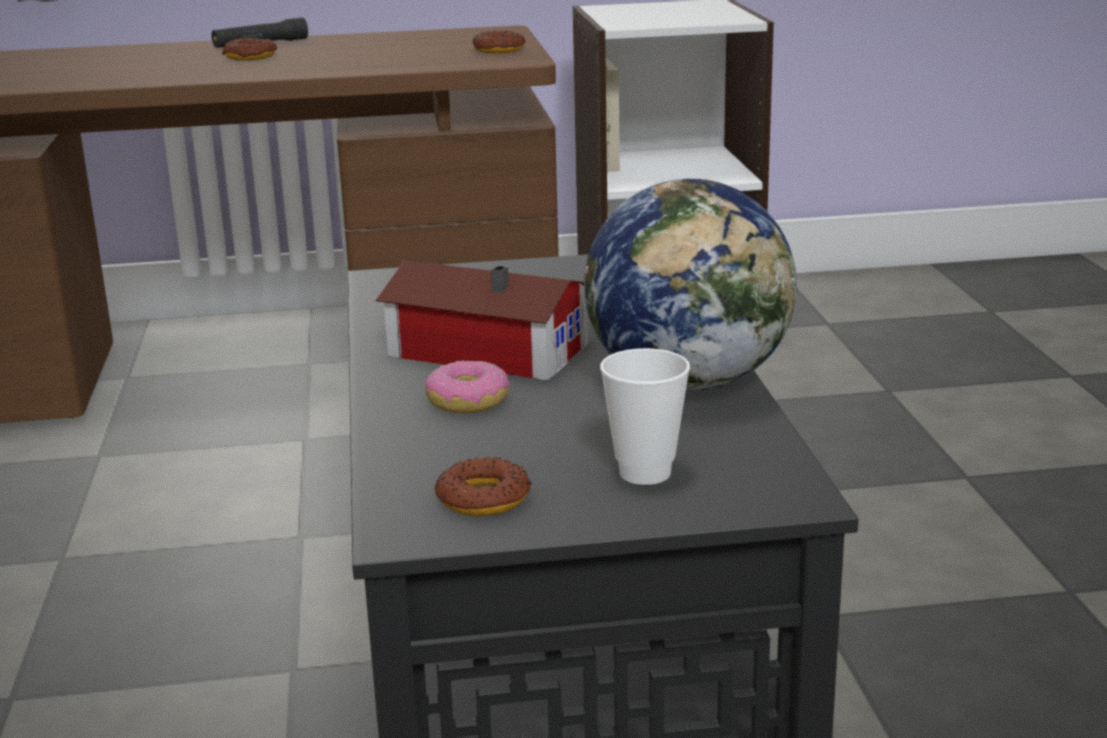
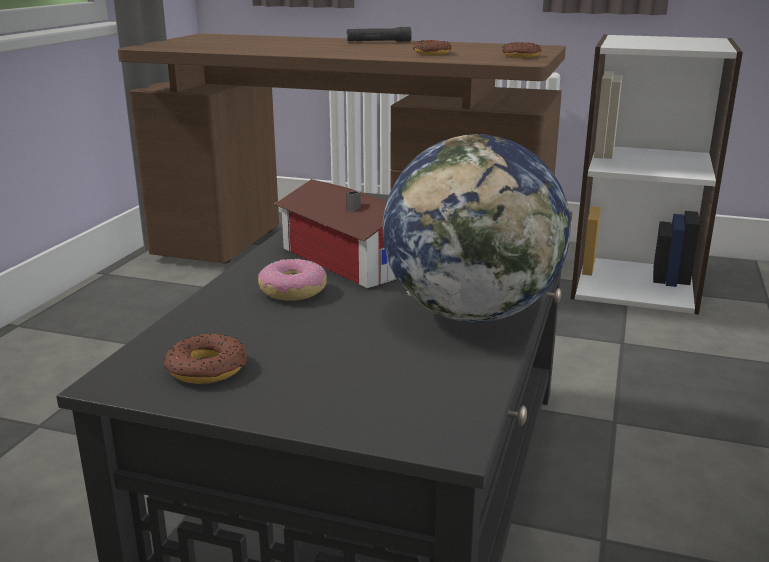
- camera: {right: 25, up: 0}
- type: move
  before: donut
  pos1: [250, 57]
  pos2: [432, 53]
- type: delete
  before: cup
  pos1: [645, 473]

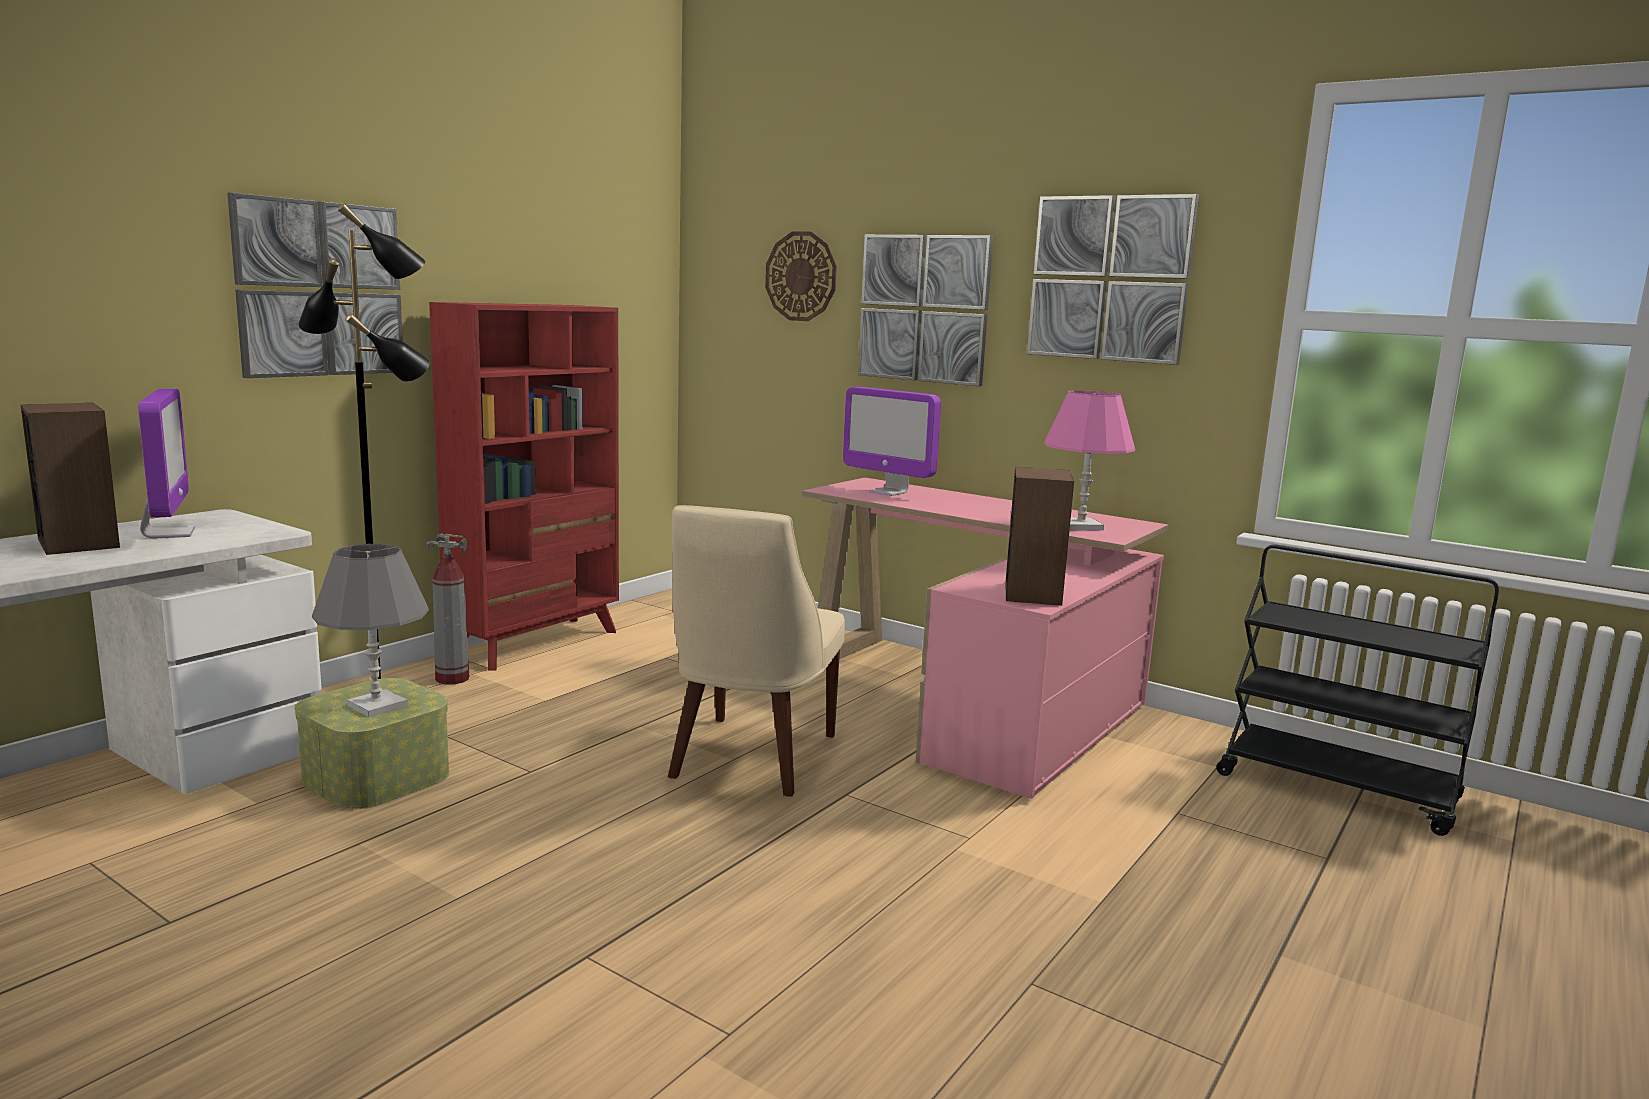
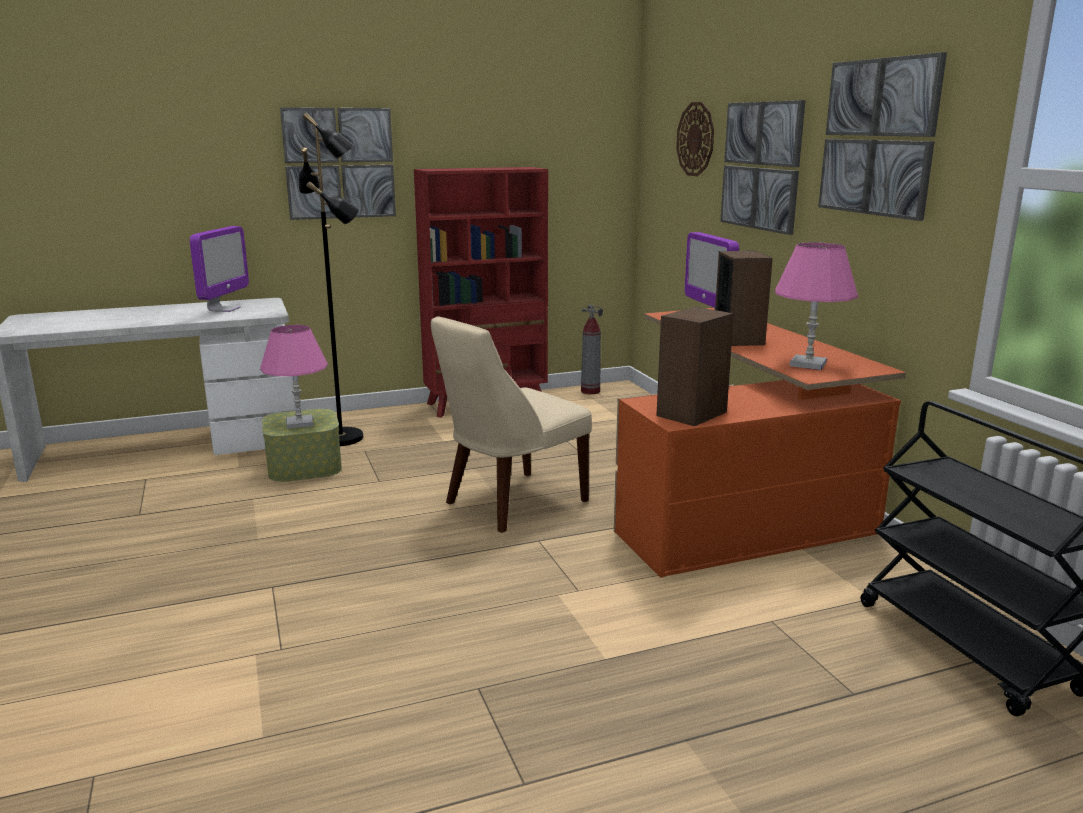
- camera: {right: 35, up: 5}
- type: recolor
  before: grey table lamp
  after: pink table lamp
  pos1: [377, 705]
  pos2: [299, 423]
- type: move
  before: fire extinguisher
  pos1: [452, 679]
  pos2: [590, 391]
- type: recolor
  before: pink desk
  after: orange desk
  pos1: [976, 701]
  pos2: [733, 500]
- type: move
  before: speaker
  pos1: [79, 543]
  pos2: [739, 339]

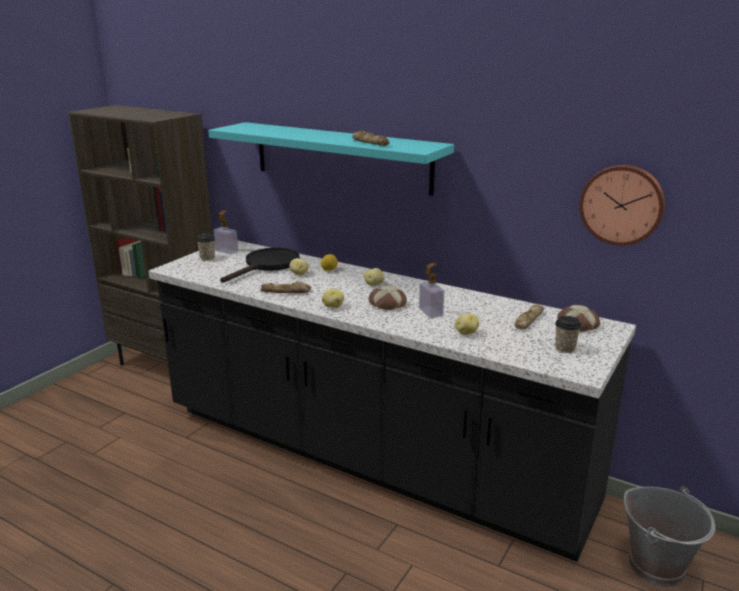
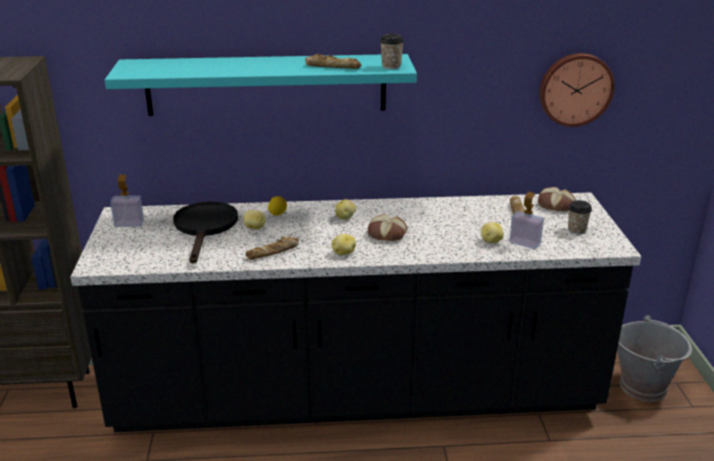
- camera: {right: -35, up: 5}
- type: move
  before: cup
  pos1: [207, 258]
  pos2: [391, 66]
- type: move
  before: soap dispenser
  pos1: [430, 312]
  pos2: [524, 243]

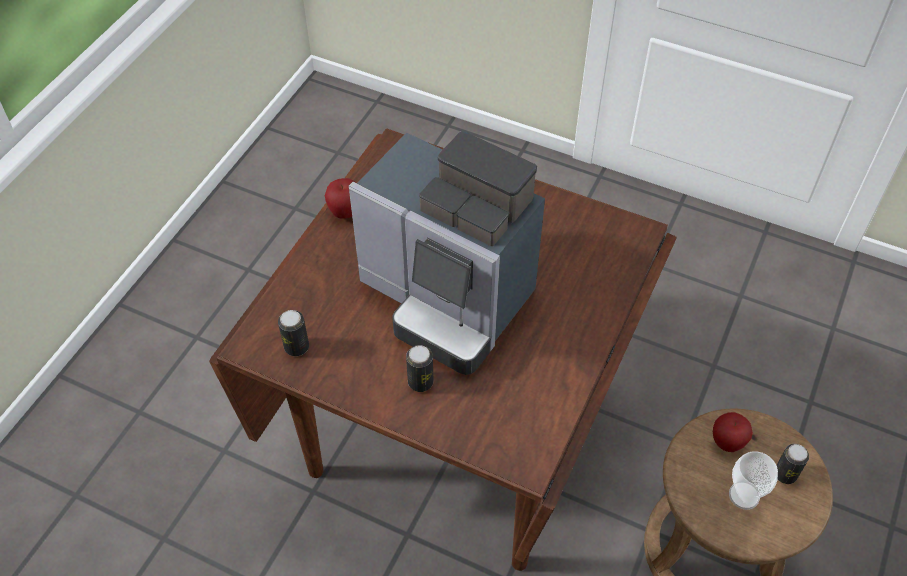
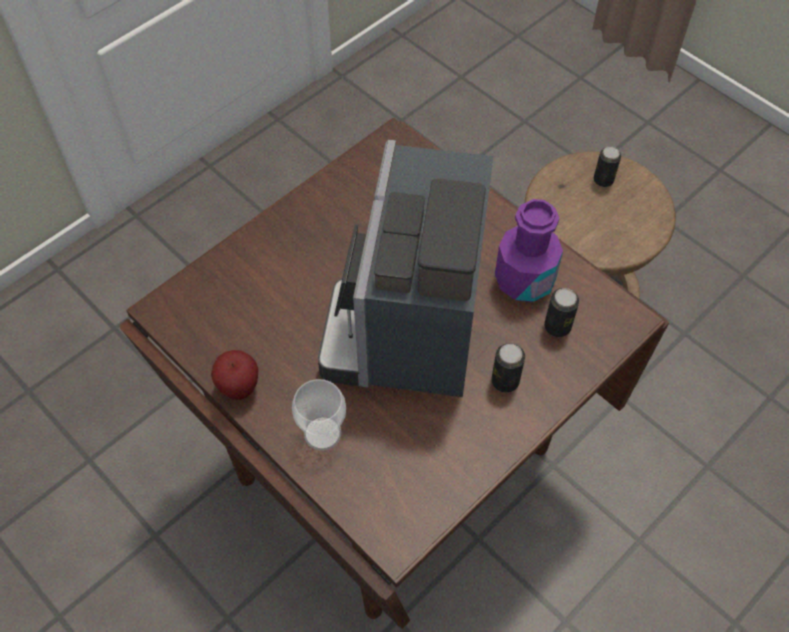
- camera: {right: -70, up: 5}
- type: move
  before: cup
  pos1: [744, 495]
  pos2: [322, 433]
- type: rotate
  before: coffee machine
  pos1: [447, 299]
  pos2: [409, 325]
  turn: 135
- type: insert
  after: purple bottle
  pos2: [524, 280]
- type: move
  before: can
  pos1: [296, 347]
  pos2: [557, 326]
- type: delete
  before: apple
  pos1: [727, 443]

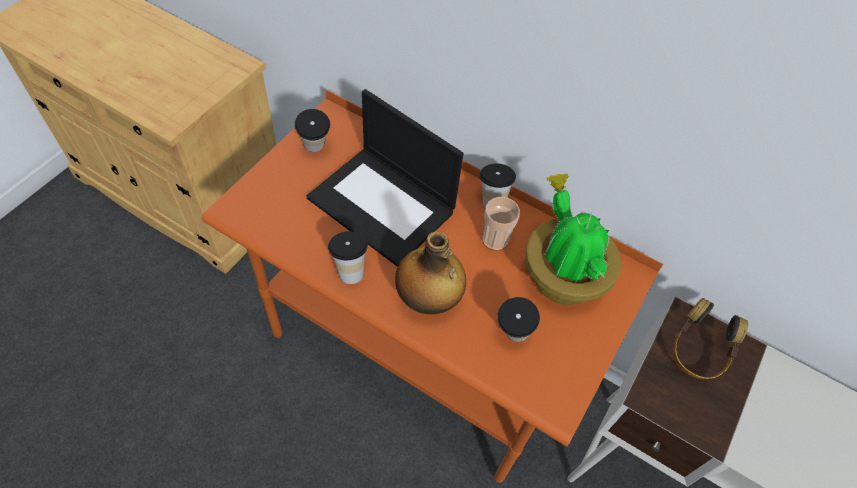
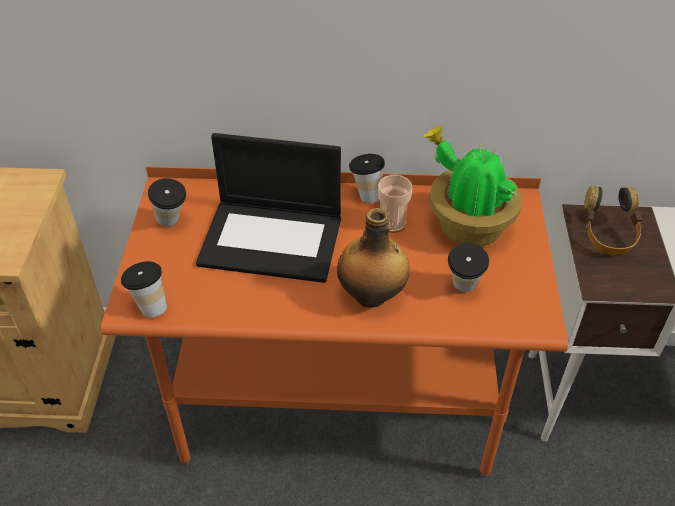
- camera: {right: -25, up: -10}
- type: move
  before: cup
  pos1: [350, 269]
  pos2: [150, 306]

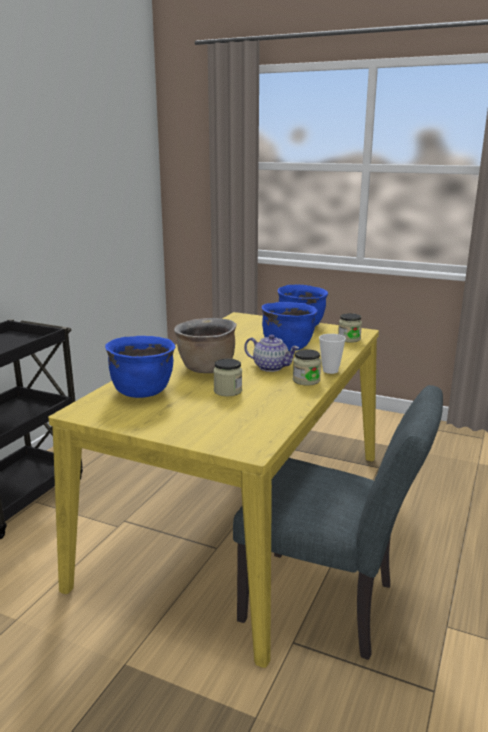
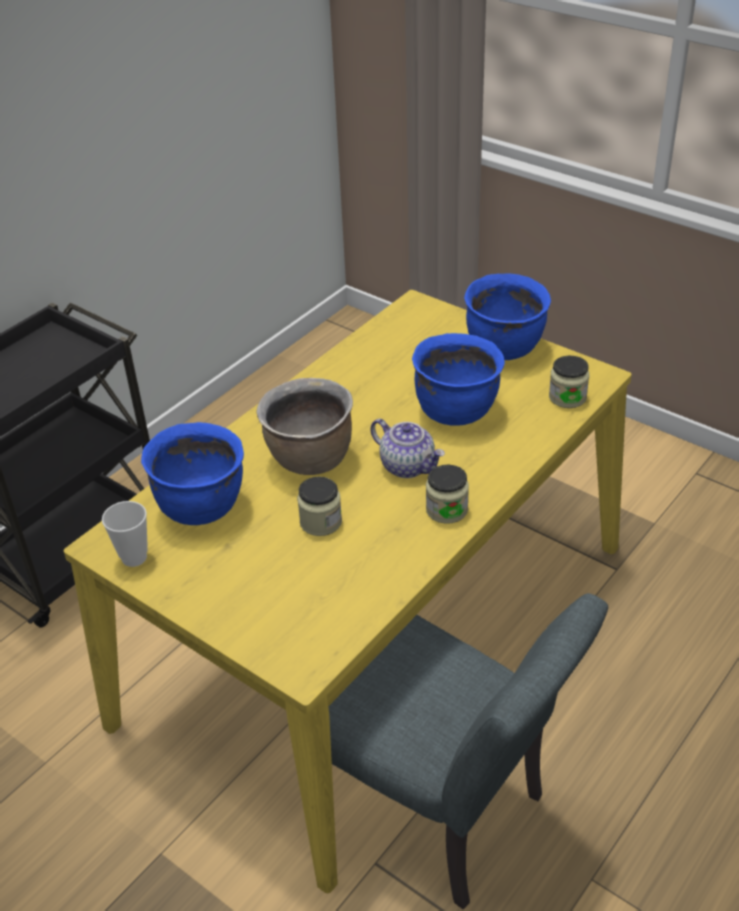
- camera: {right: 15, up: 20}
- type: move
  before: cup
  pos1: [330, 371]
  pos2: [134, 557]

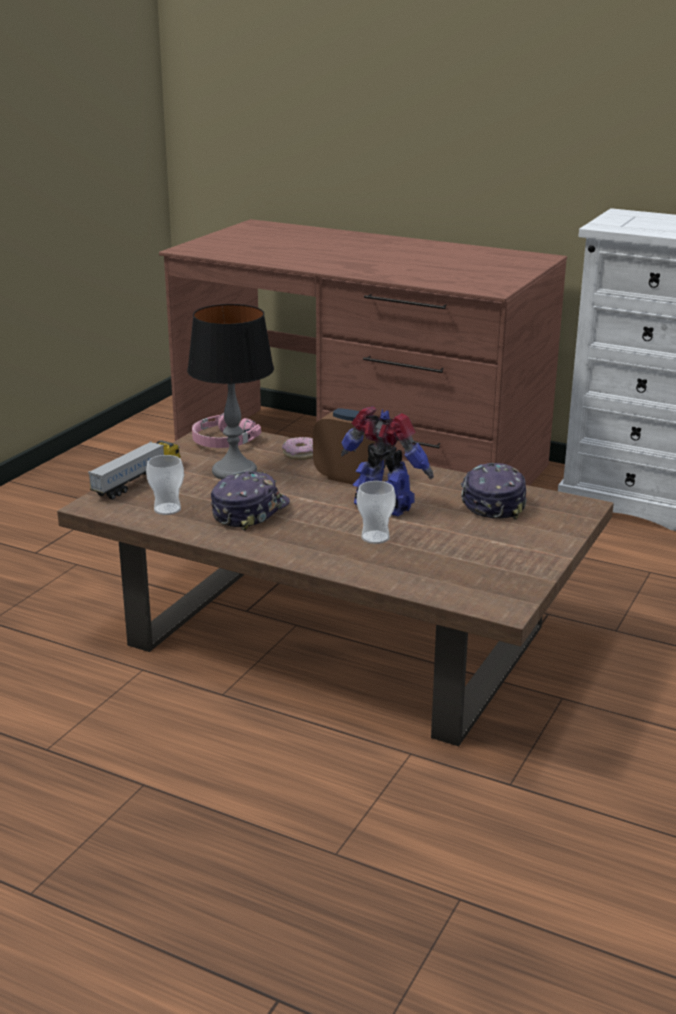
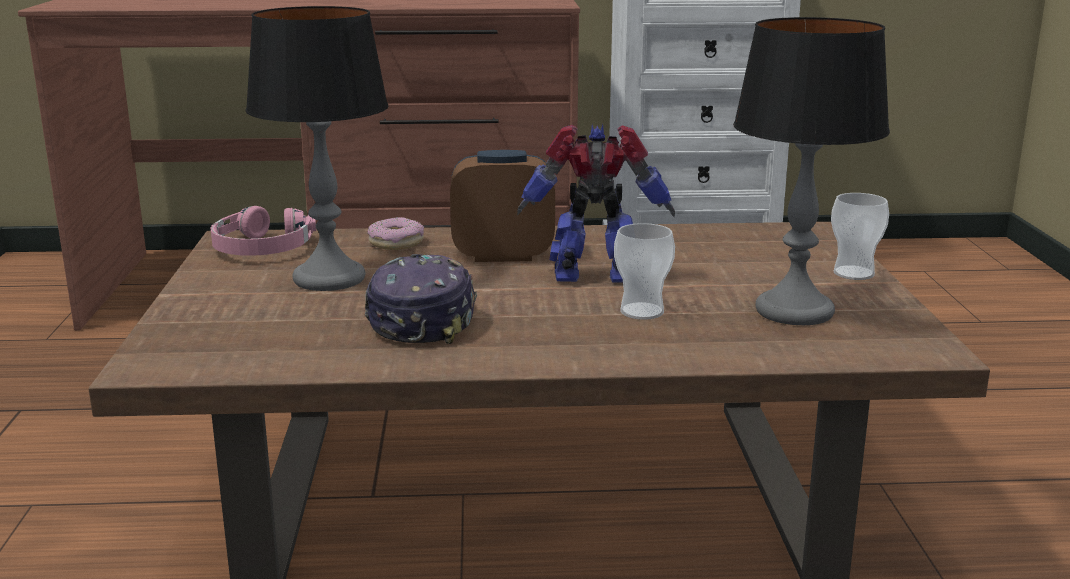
- camera: {right: -30, up: -5}
- type: insert
  after: table lamp
  pos2: [795, 311]
- type: move
  before: cup
  pos1: [167, 509]
  pos2: [853, 273]
- type: delete
  before: toy truck
  pos1: [137, 481]
- type: delete
  before: cap
  pos1: [492, 502]

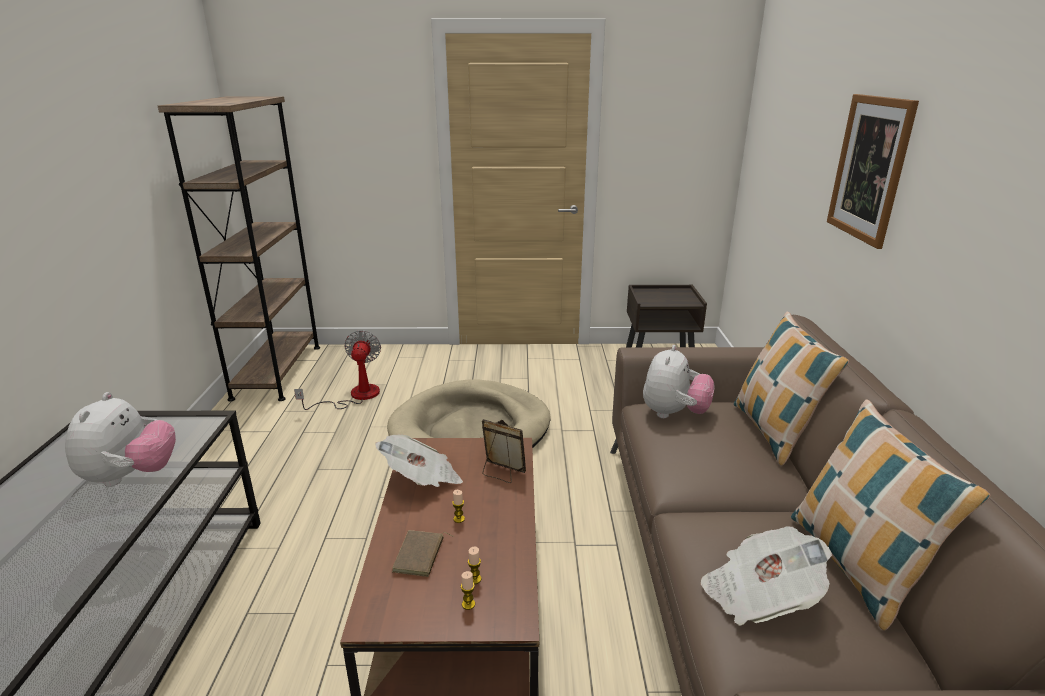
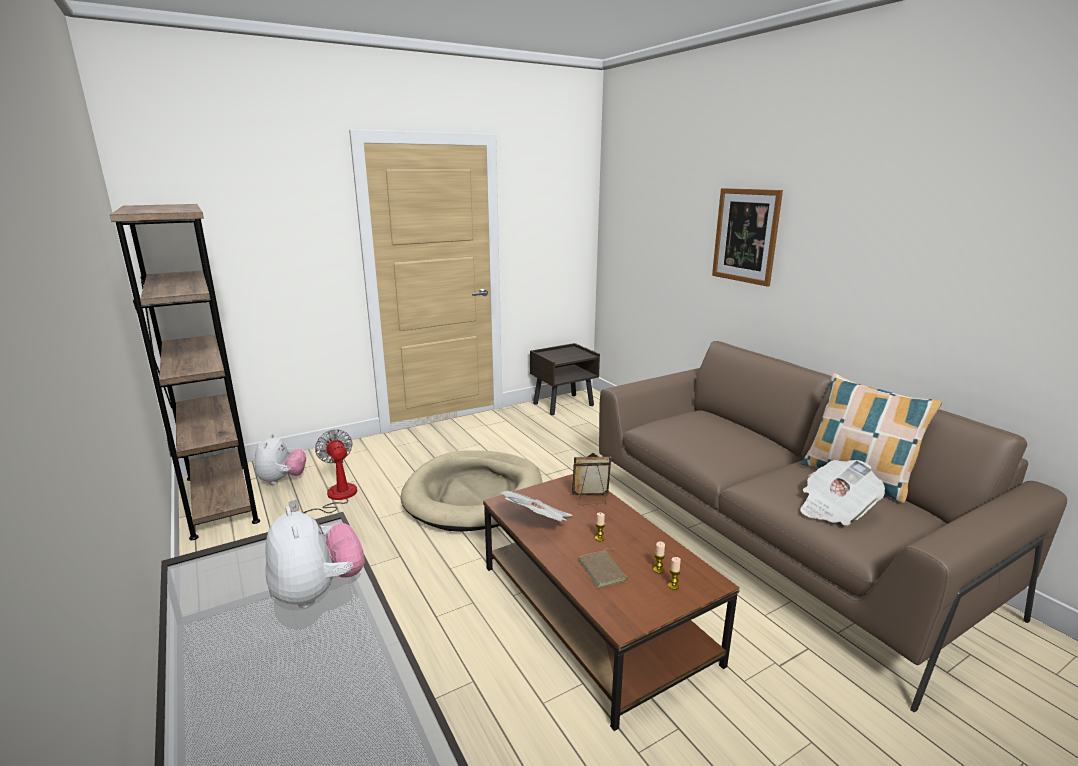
- camera: {right: -30, up: -5}
- type: move
  before: plush toy
  pos1: [673, 414]
  pos2: [282, 480]
- type: delete
  before: pillow
  pos1: [773, 432]

